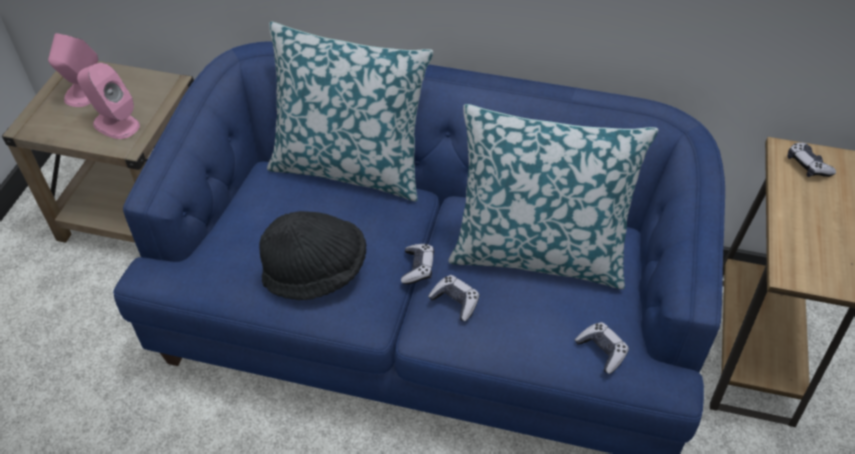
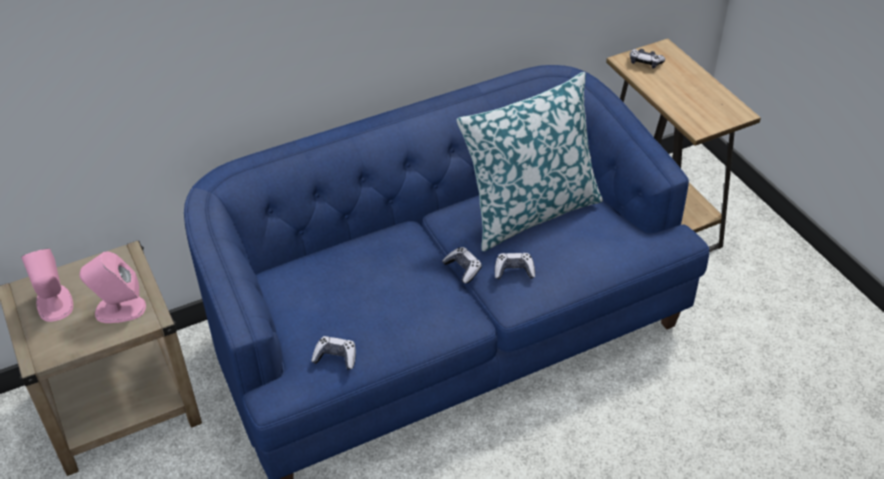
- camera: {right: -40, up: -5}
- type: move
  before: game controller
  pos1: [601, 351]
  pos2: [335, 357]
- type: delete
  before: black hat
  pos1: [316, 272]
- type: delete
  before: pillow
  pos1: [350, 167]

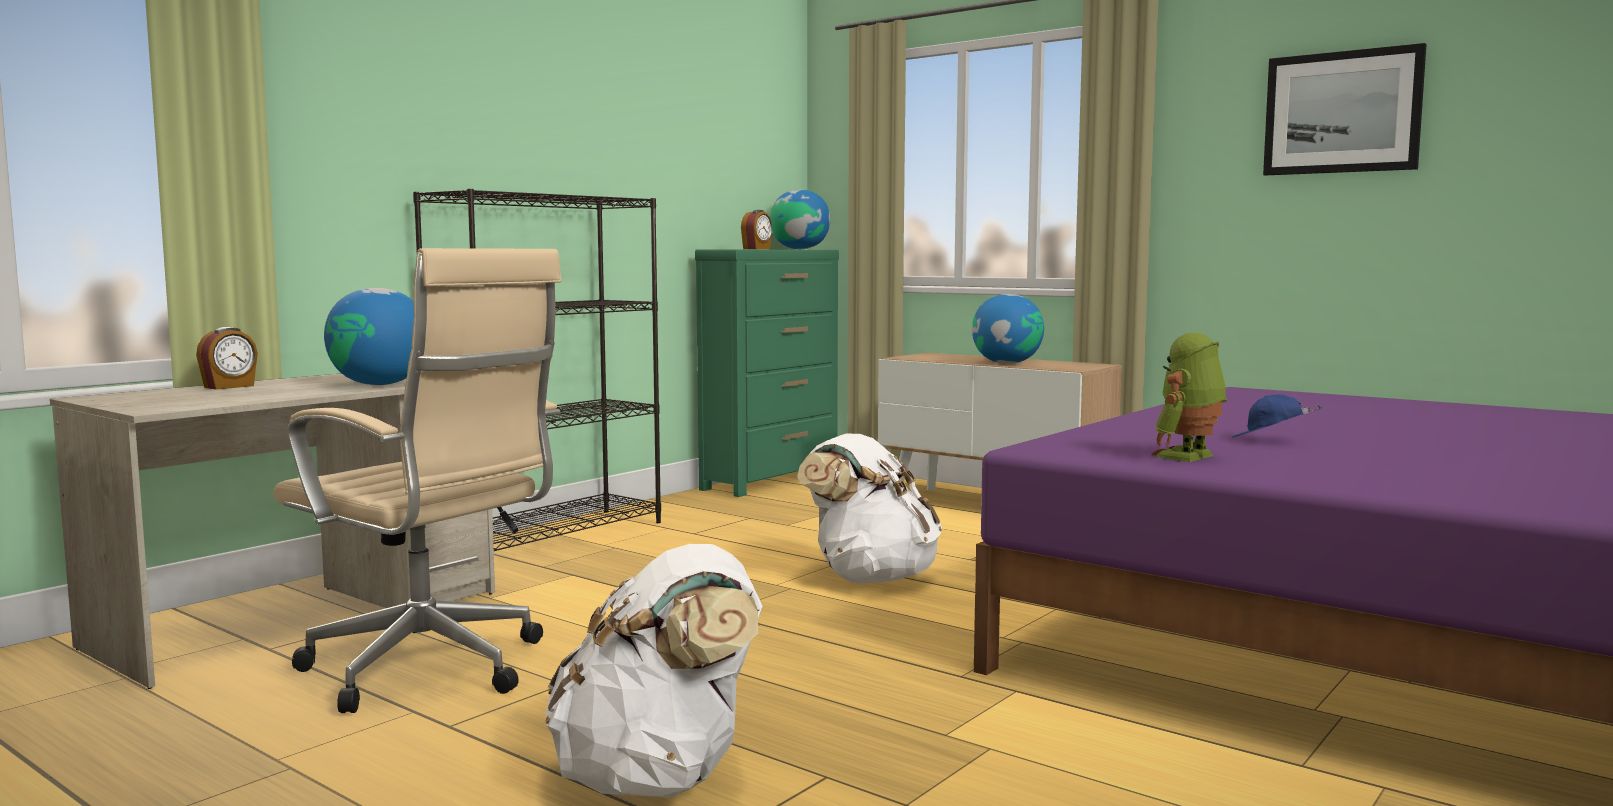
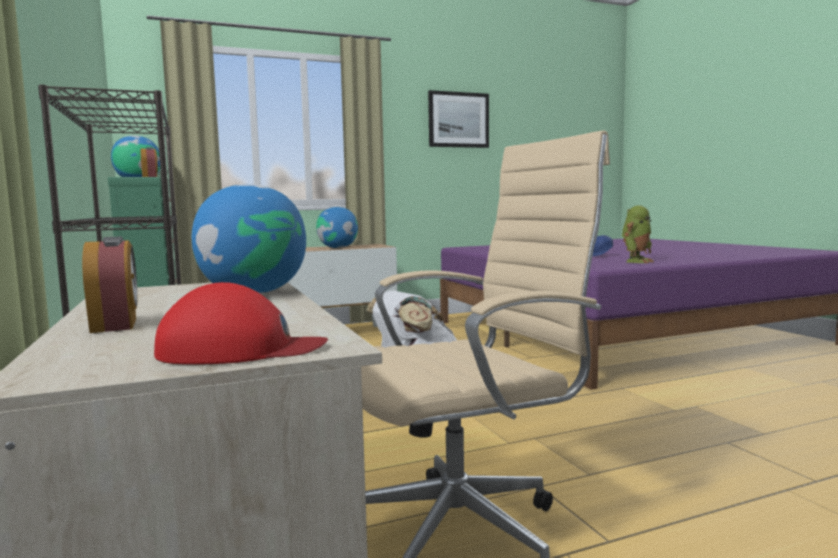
- camera: {right: -60, up: 0}
- type: insert
  after: red cap
  pos2: [240, 350]
- type: rotate
  before: toy robot
  pos1: [1189, 457]
  pos2: [636, 261]
  turn: -120
- type: delete
  before: white backpack
  pos1: [659, 778]

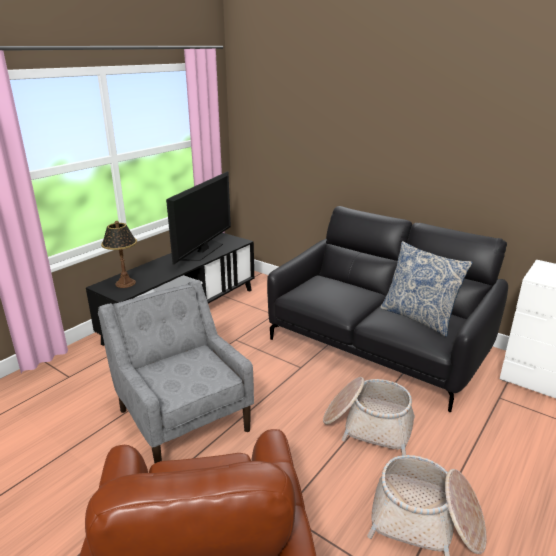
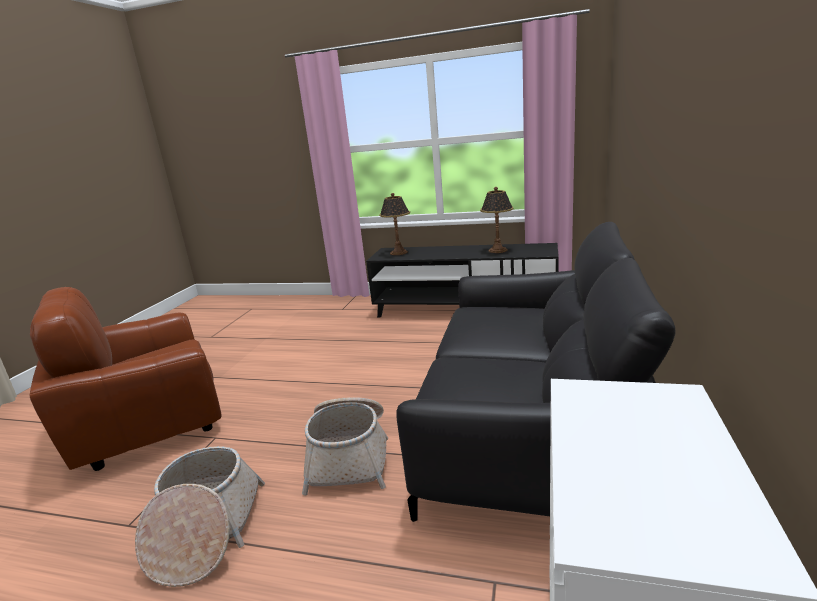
- camera: {right: 70, up: -5}
- type: replace
  before: television
  after: table lamp
  pos1: [203, 250]
  pos2: [498, 250]
- type: delete
  before: grey armchair
  pos1: [183, 419]
- type: delete
  before: pillow
  pos1: [418, 318]

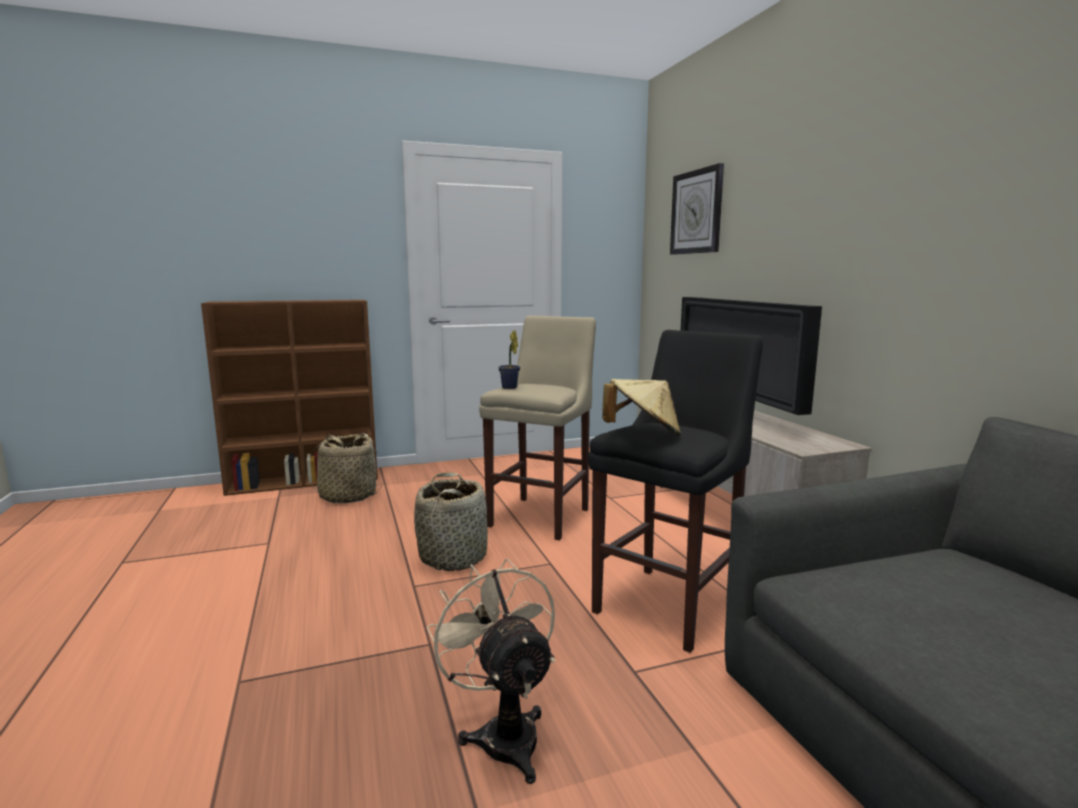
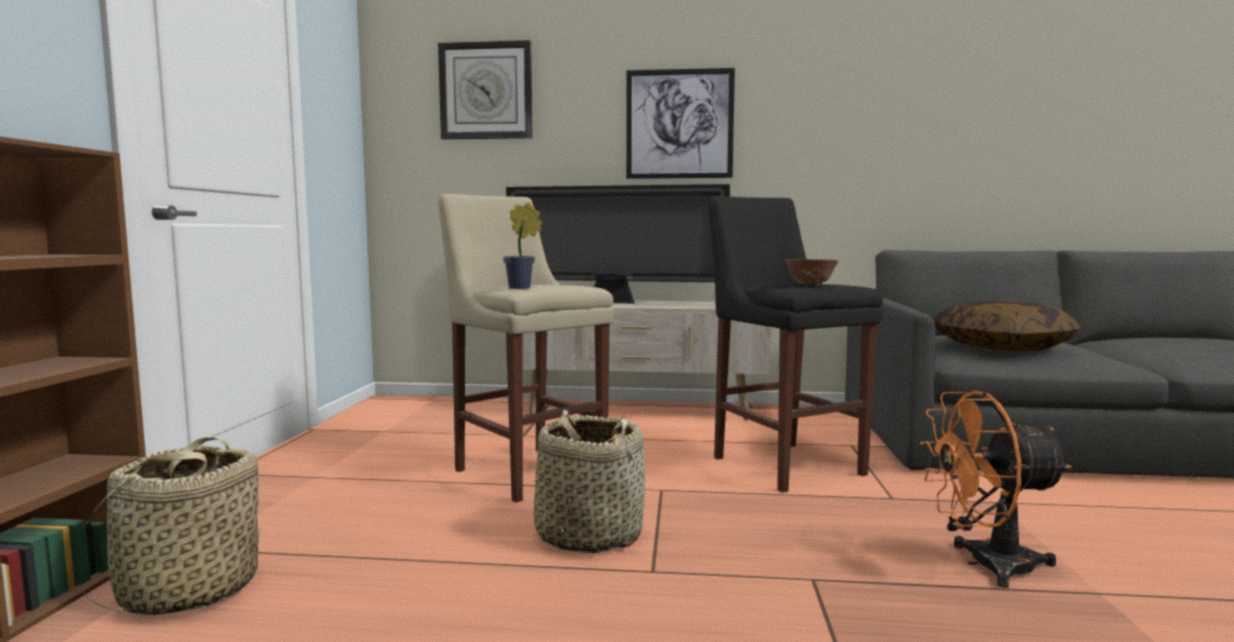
- camera: {right: -65, up: -5}
- type: insert
  after: picture
  pos2: [679, 124]
- type: replace
  before: beige hat
  after: bowl
  pos1: [643, 434]
  pos2: [810, 285]
- type: recolor
  before: beige fan
  after: orange fan
  pos1: [503, 733]
  pos2: [985, 564]
- type: insert
  after: pillow
  pos2: [1002, 347]

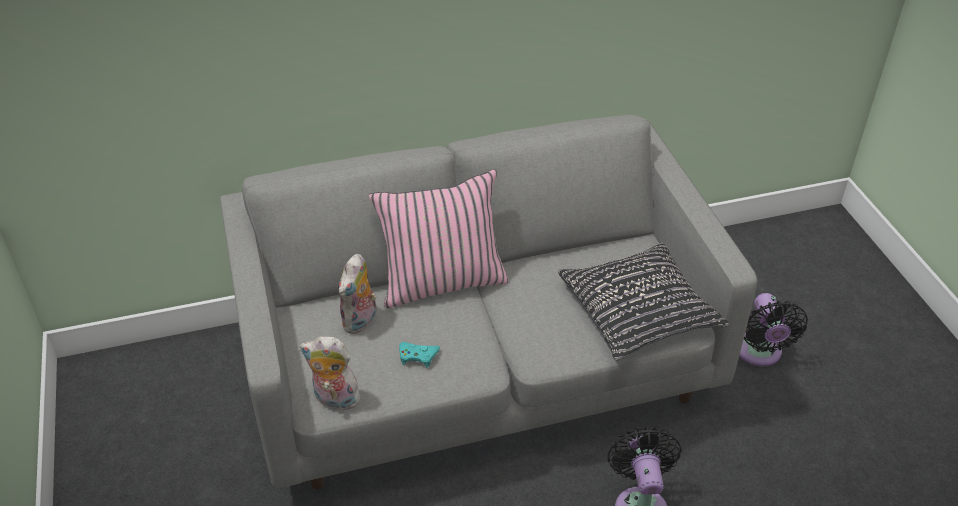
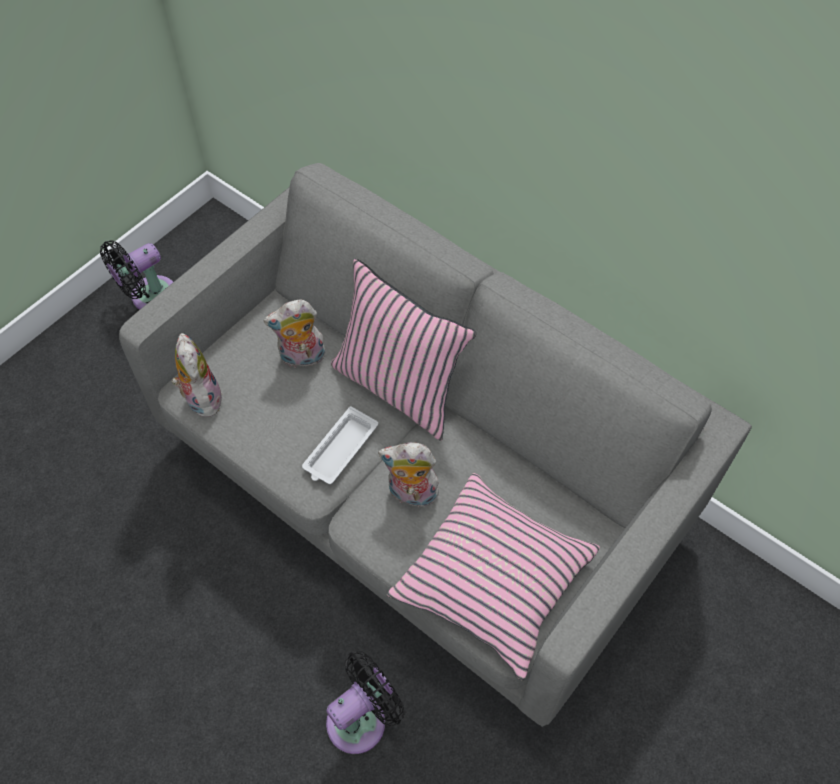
- camera: {right: 55, up: 15}
- type: move
  before: black fan
  pos1: [759, 353]
  pos2: [149, 297]
- type: insert
  after: white tray
  pos2: [340, 450]
- type: insert
  after: plush toy
  pos2: [411, 494]
- type: recolor
  before: black pillow
  after: pink pillow
  pos1: [638, 311]
  pos2: [494, 579]
- type: delete
  before: turquoise game controller
  pos1: [417, 356]

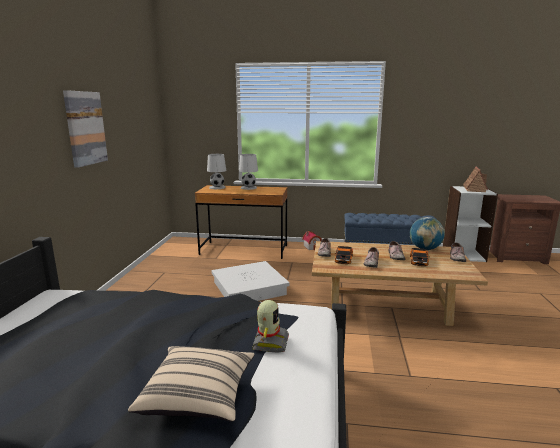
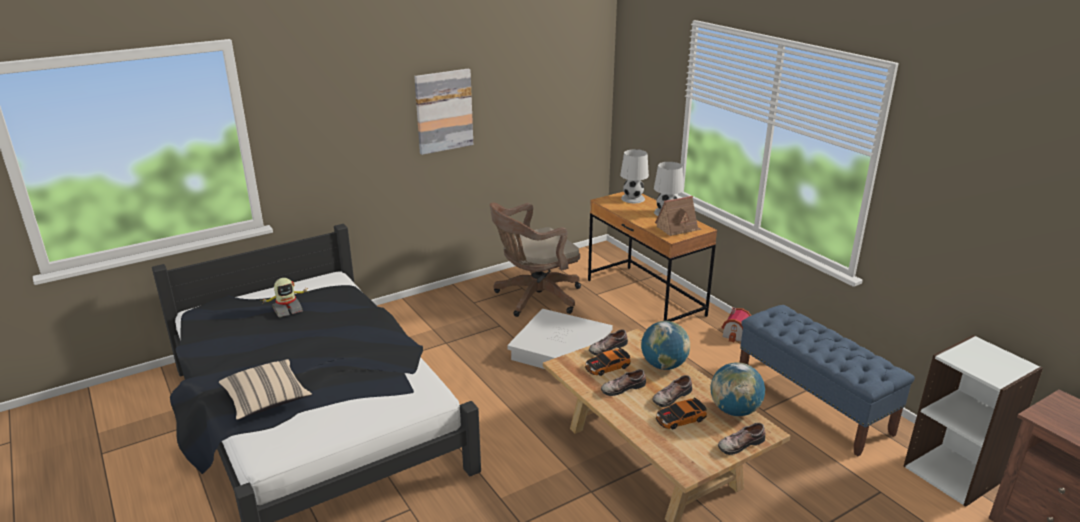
- camera: {right: 50, up: 10}
- type: move
  before: toy robot
  pos1: [269, 342]
  pos2: [287, 310]
- type: insert
  after: brown office chair
  pos2: [534, 298]
- type: insert
  after: globe
  pos2: [663, 365]
- type: move
  before: toy house
  pos1: [474, 189]
  pos2: [678, 228]

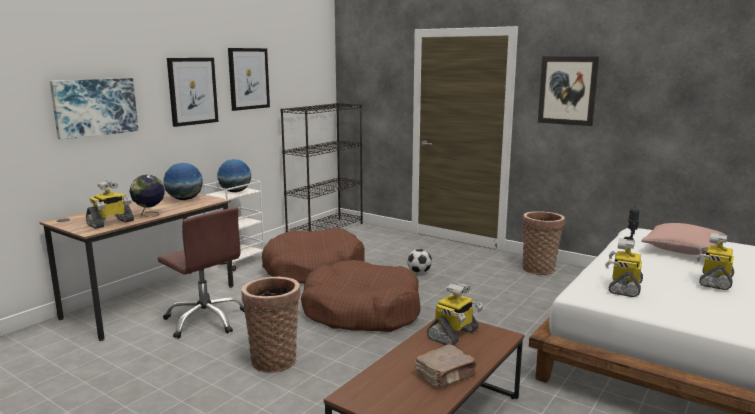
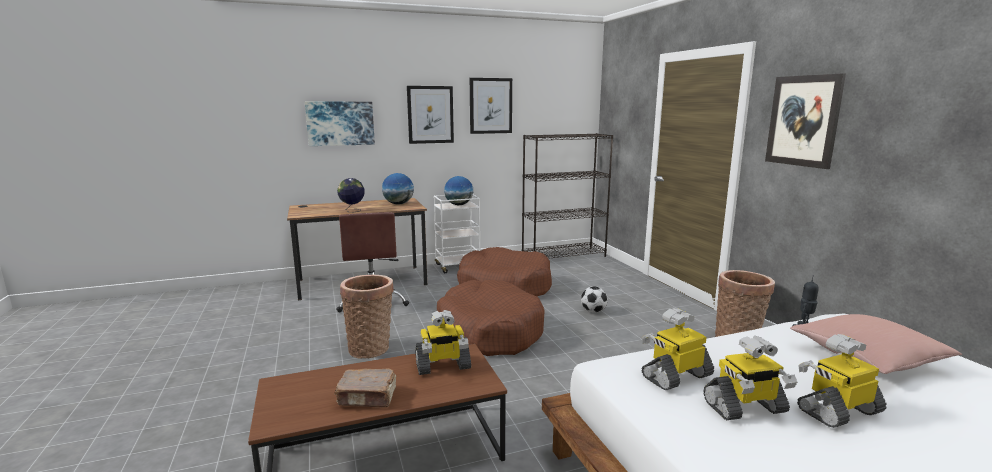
- camera: {right: 35, up: 0}
- type: move
  before: toy robot
  pos1: [110, 223]
  pos2: [745, 407]

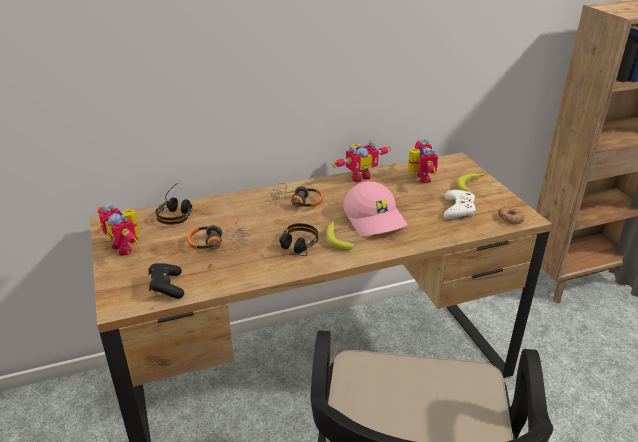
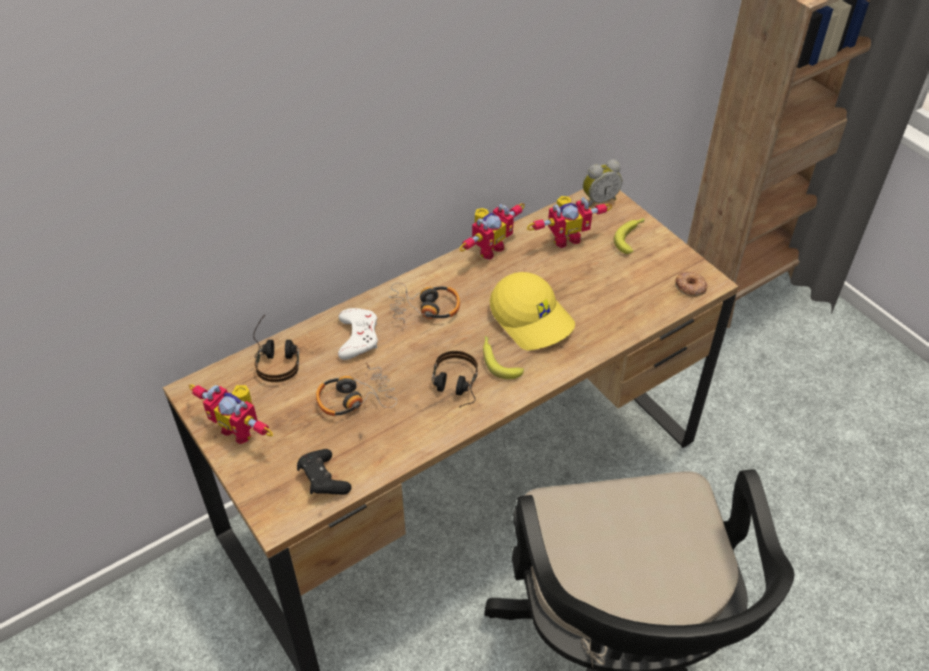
- camera: {right: -15, up: 15}
- type: move
  before: white game controller
  pos1: [458, 208]
  pos2: [358, 337]
- type: recolor
  before: pink cap
  after: yellow cap
  pos1: [375, 219]
  pos2: [533, 319]
- type: rotate
  before: toy robot
  pos1: [419, 178]
  pos2: [565, 237]
  turn: 90
- type: insert
  after: alarm clock
  pos2: [598, 200]

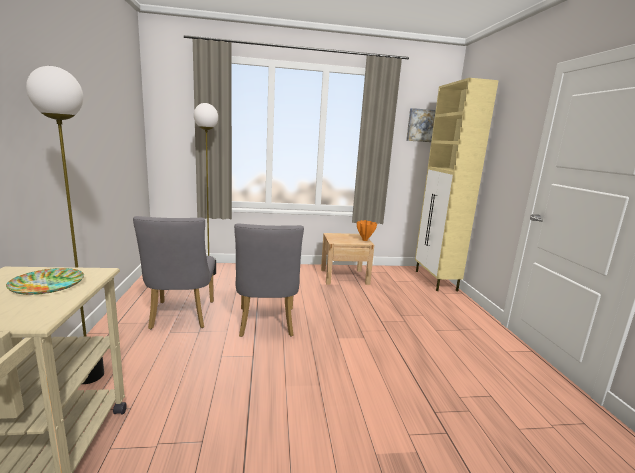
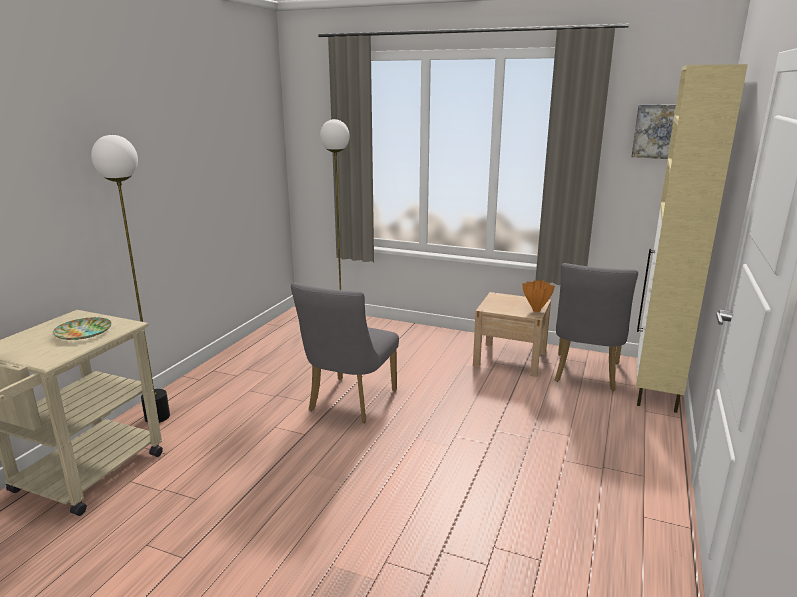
- camera: {right: 30, up: 5}
- type: move
  before: grey chair
  pos1: [181, 317]
  pos2: [585, 374]

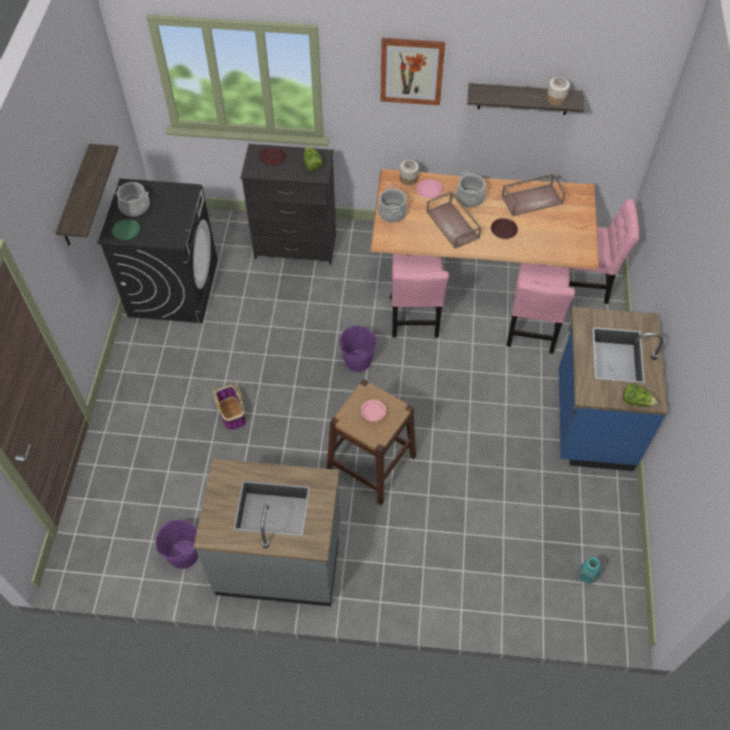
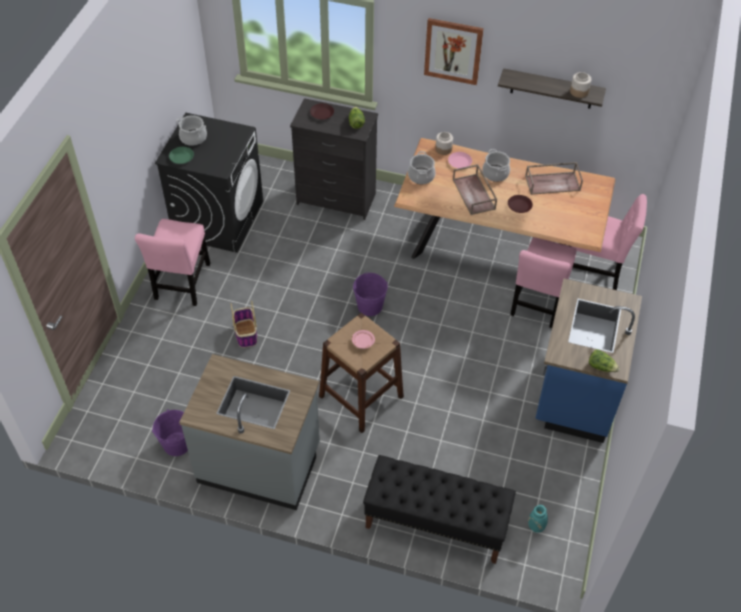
- camera: {right: 10, up: -5}
- type: move
  before: pink chair
  pos1: [414, 317]
  pos2: [182, 284]
- type: insert
  after: black bench
  pos2: [435, 523]
- type: delete
  before: shelf
  pos1: [77, 198]

